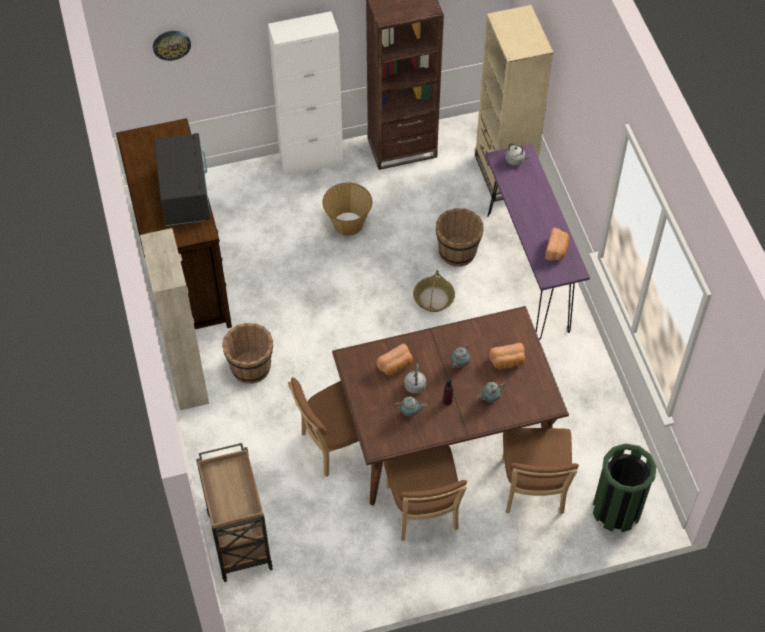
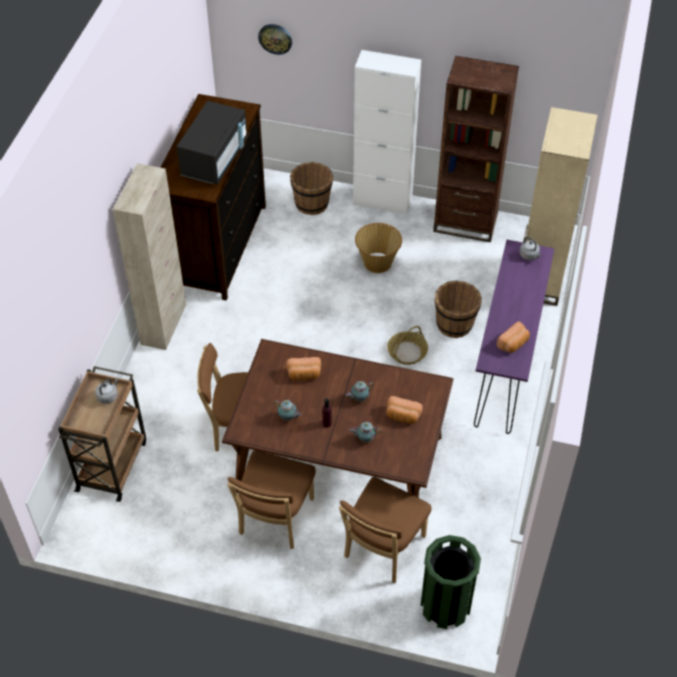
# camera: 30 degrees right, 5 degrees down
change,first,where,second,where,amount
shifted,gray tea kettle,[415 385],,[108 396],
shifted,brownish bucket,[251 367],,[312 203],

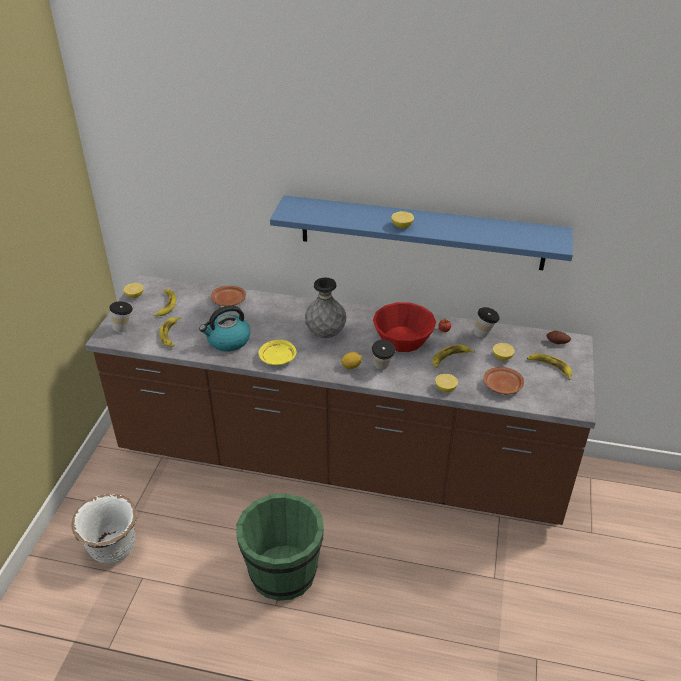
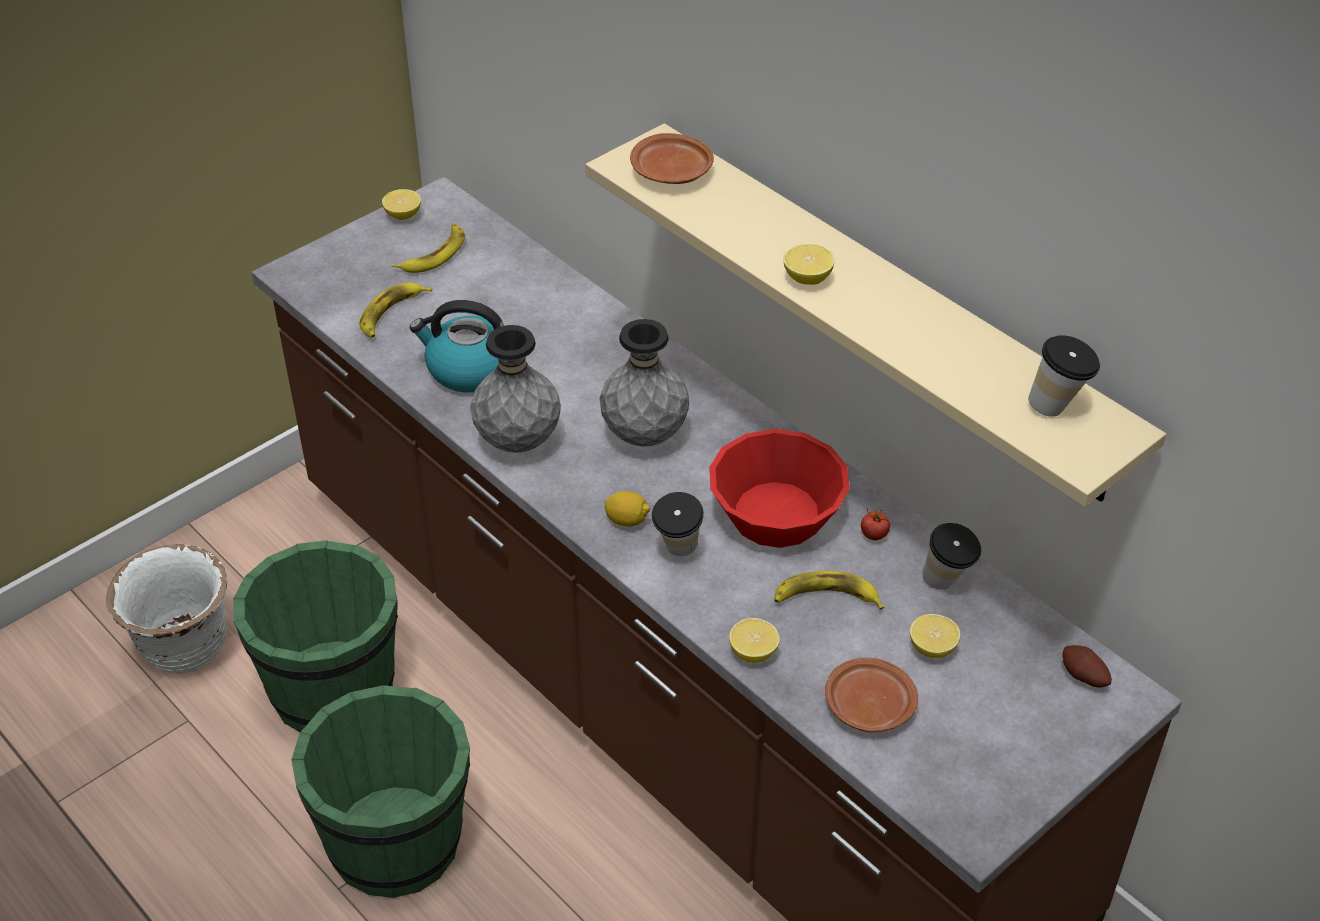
# camera: 35 degrees right, 5 degrees up
change,first,where,second,where,amount
new,,,greenish bucket,[333 688],
swapped,yellow-coloured plate,[277 358],gray vase,[517 442],
repainted,bluish wall shelf,[421 233],beige-coloured wall shelf,[885 308],
shifted,brownish plate,[229 301],,[672 172],
shifted,drinking cup,[124 328],,[1058 407],
gone,banana,[550 367],,,

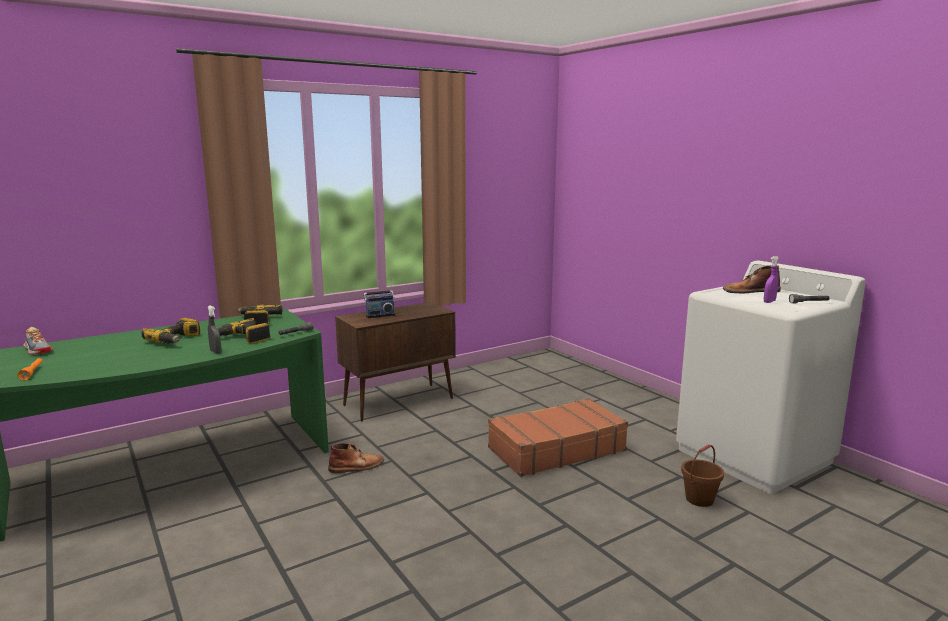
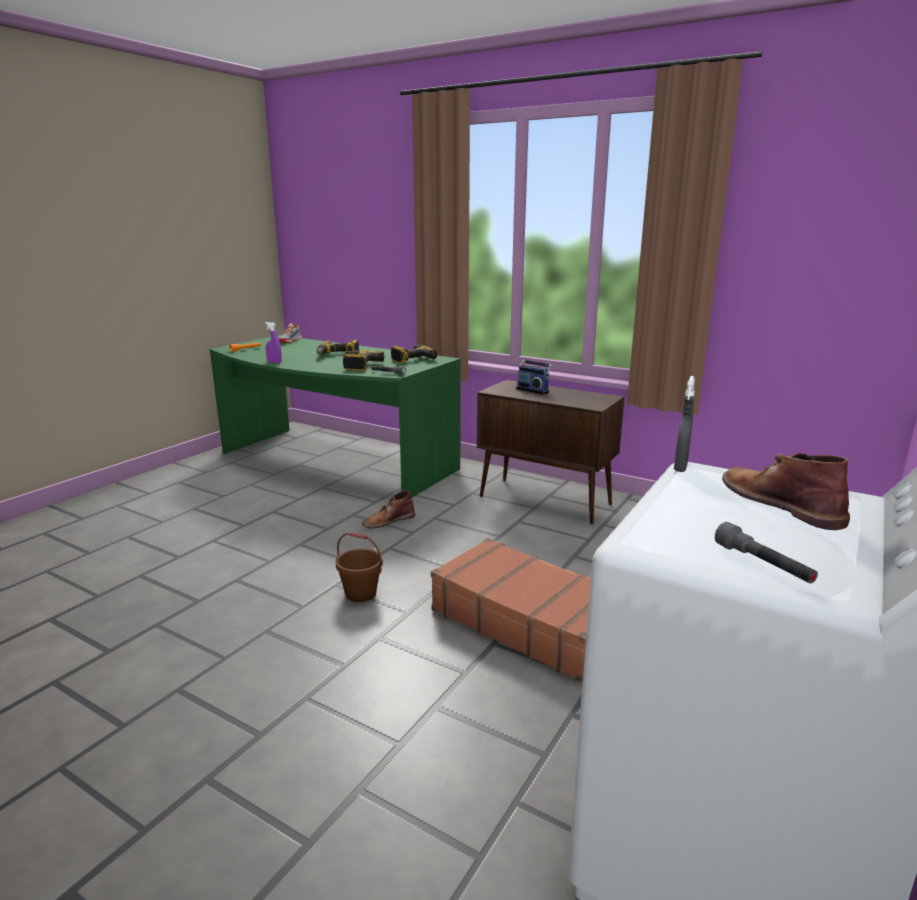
# camera: 65 degrees right, 5 degrees up
change,first,where,second,where,amount
shifted,purple hand sprayer,[769 302],,[274 362],
shifted,brownish bucket,[699 499],,[360 593],
rotated,brownish high-top boot,[357 466],,[388 520],105 degrees clockwise
shifted,gray hand sprayer,[215 352],,[680 467],

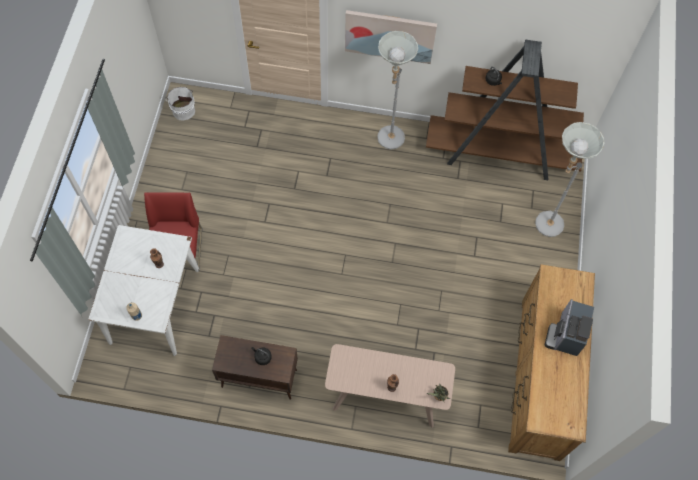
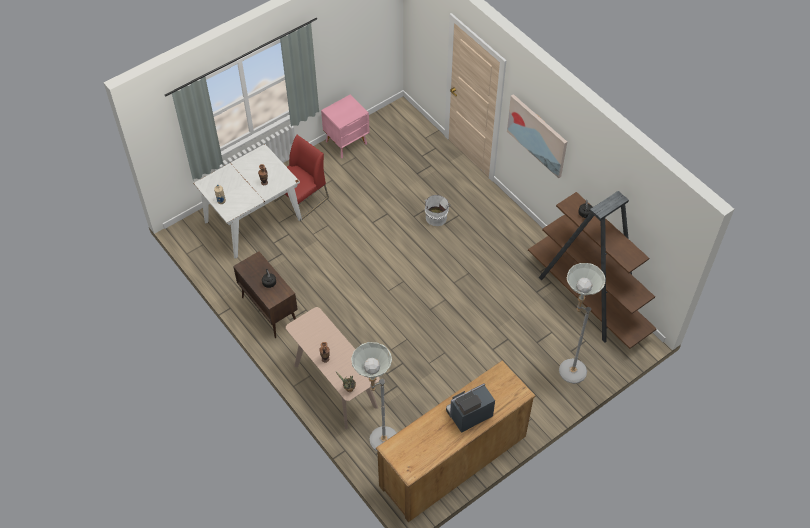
# camera: 45 degrees right, 10 degrees down
change,first,where,second,where,amount
new,,,pinkish night table,[347 143],
shifted,gray floor lamp,[388 142],,[377 442],
shifted,whitish bucket,[183 110],,[436 217],

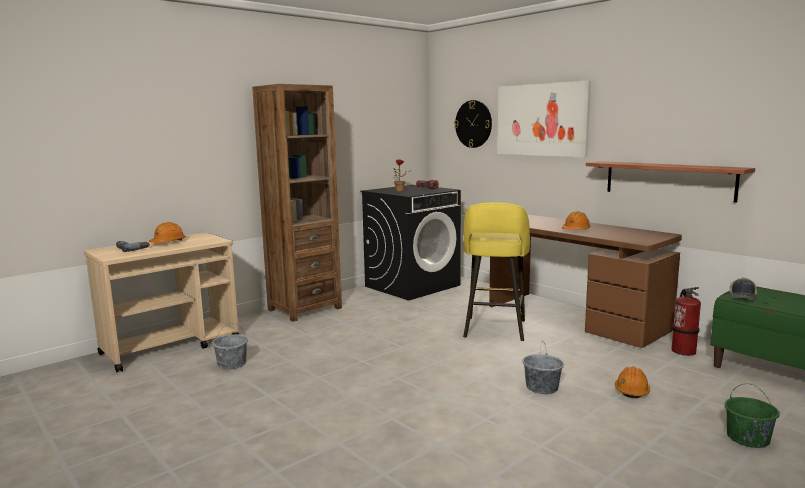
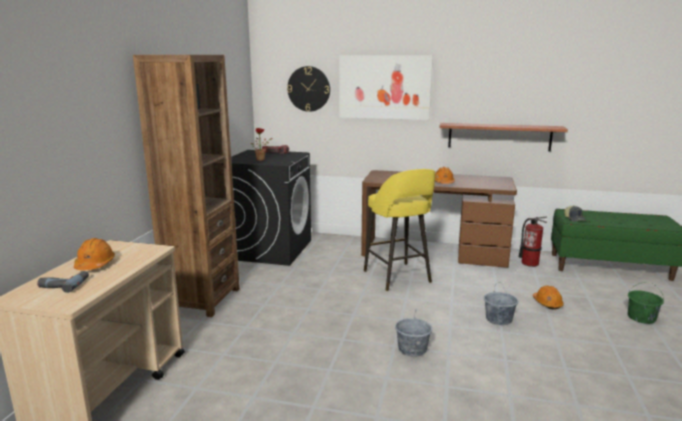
# camera: 35 degrees left, 5 degrees up
change,first,where,second,where,amount
shifted,gray bucket,[232 364],,[412 349],

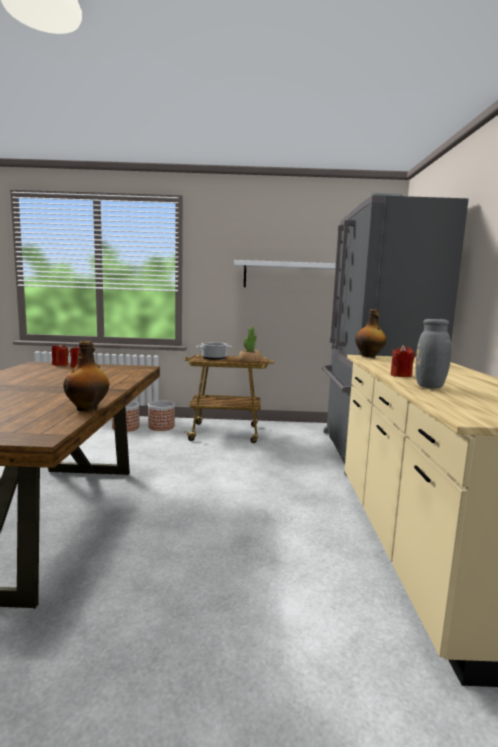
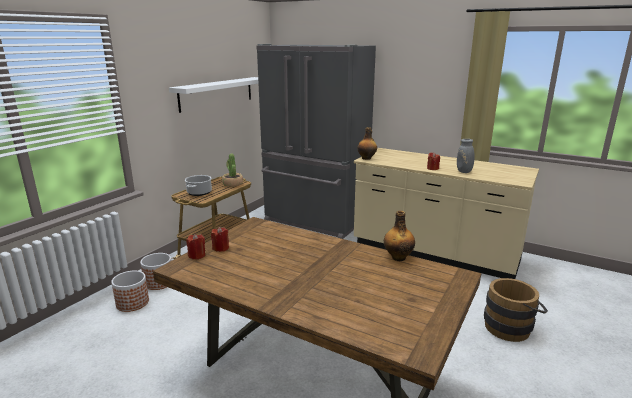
# camera: 60 degrees left, 10 degrees up
change,first,where,second,where,amount
new,,,brownish bucket,[511 327],

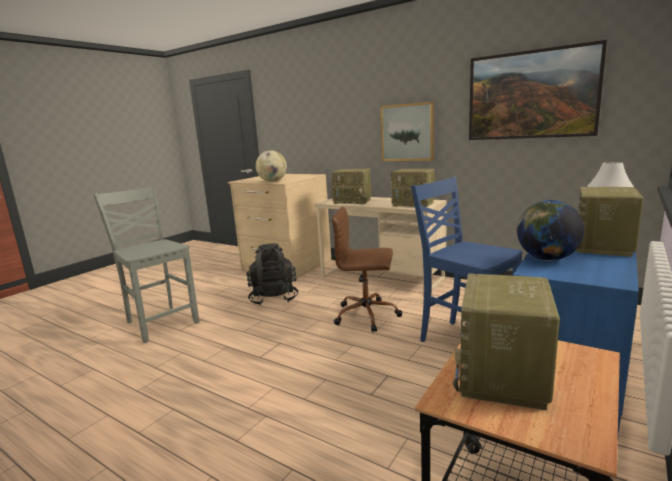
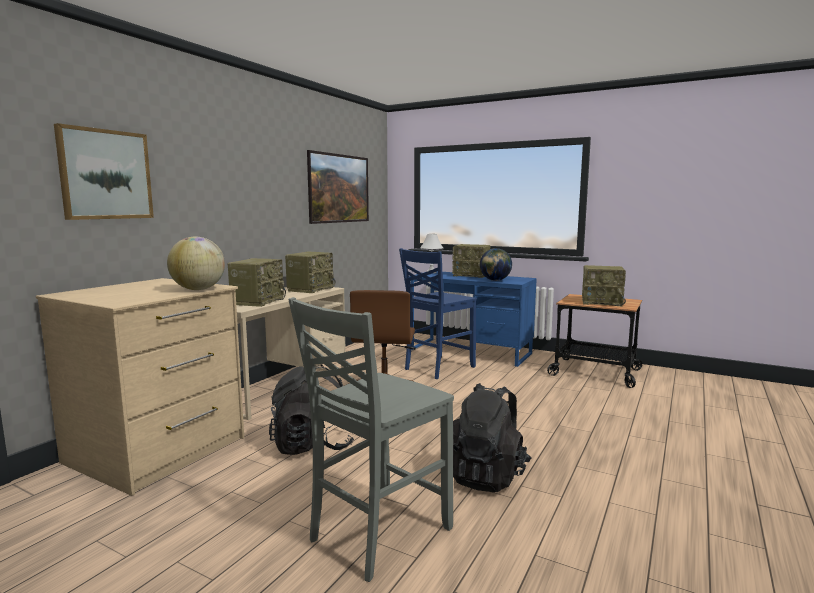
# camera: 95 degrees left, 5 degrees down
change,first,where,second,where,amount
shifted,picture,[407 132],,[105 174],
new,,,blackish knapsack,[486 475],

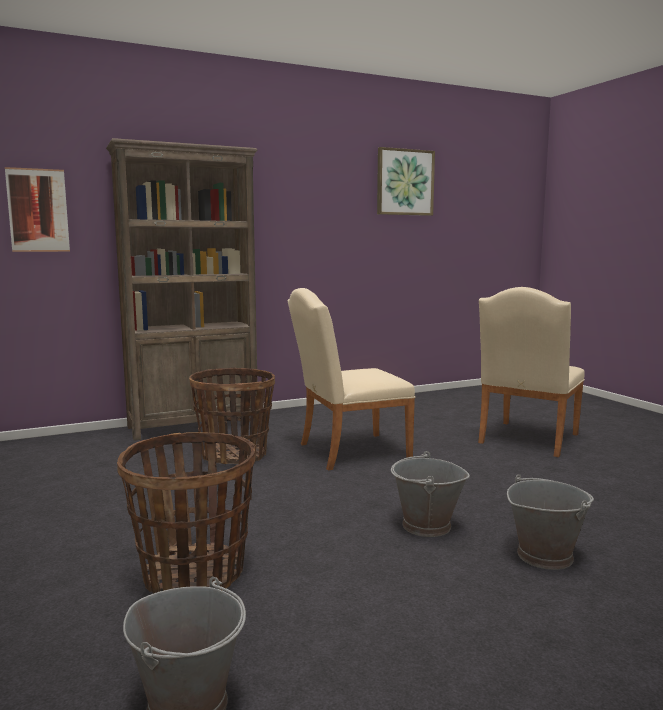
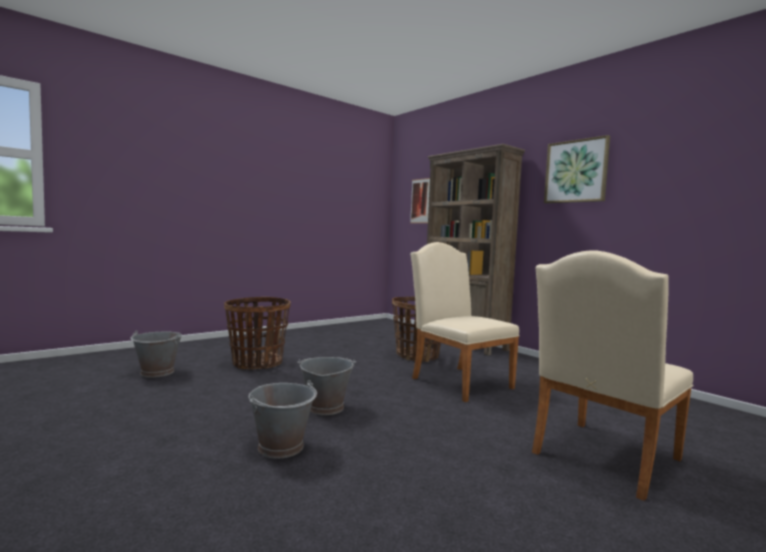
# camera: 75 degrees right, 5 degrees down
change,first,where,second,where,amount
rotated,beige-coloured plain chair,[526 440],,[601 459],60 degrees counterclockwise
shifted,picture,[404 182],,[576 171],

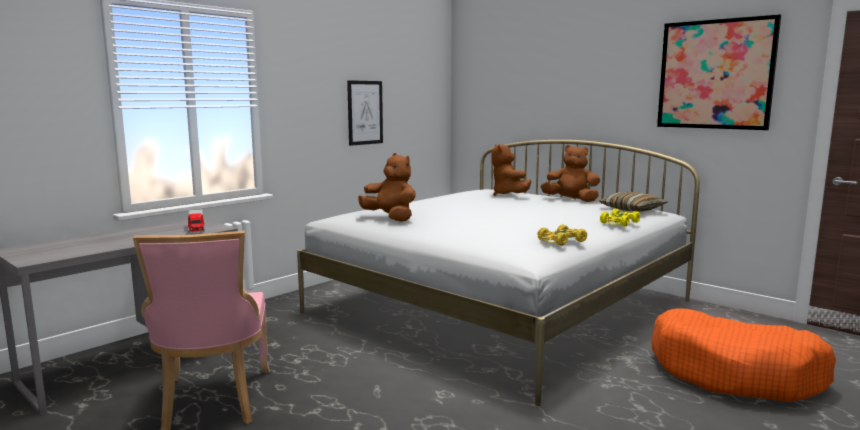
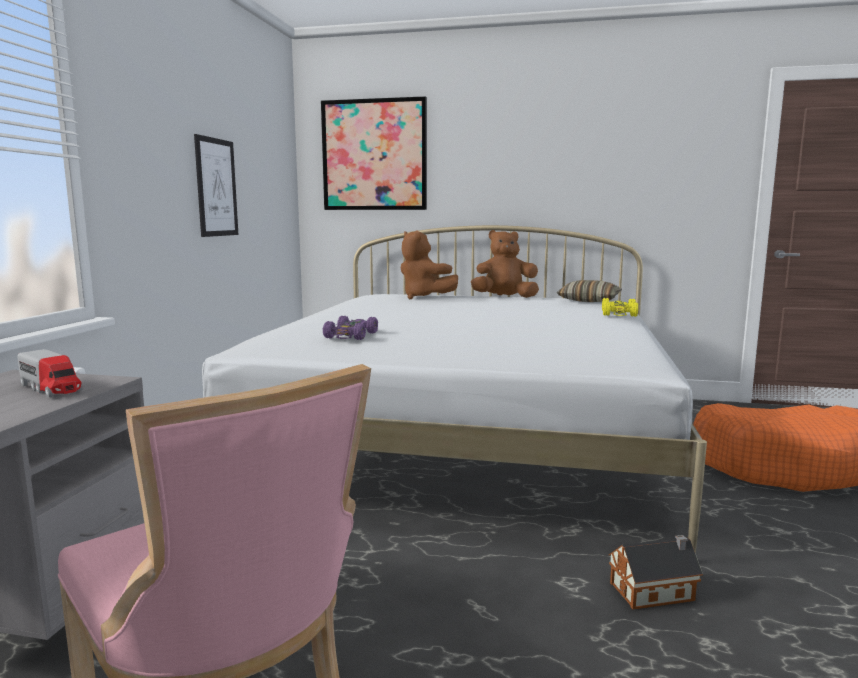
# camera: 30 degrees left, 0 degrees up
change,first,where,second,where,amount
shifted,picture,[715 74],,[374 155],
swapped,brownish plush toy,[390 218],purple toy car,[351 336],
new,,,miniature house,[655 591],
gone,yellow-coloured toy car,[561 241],,,

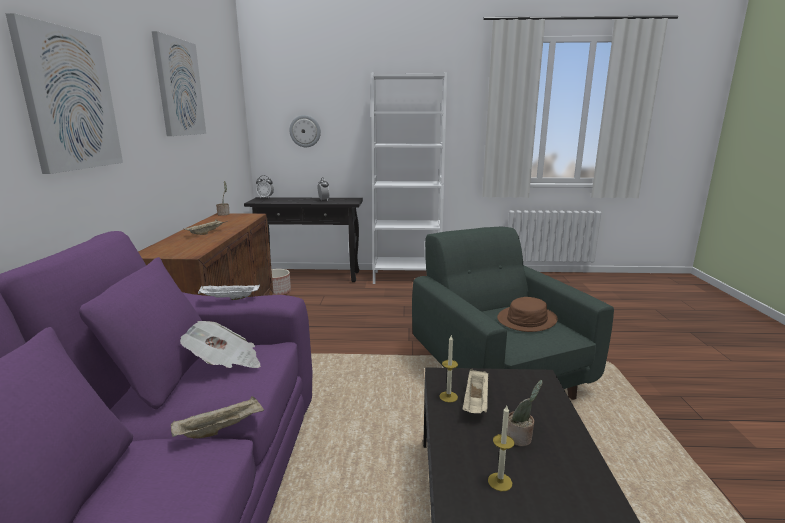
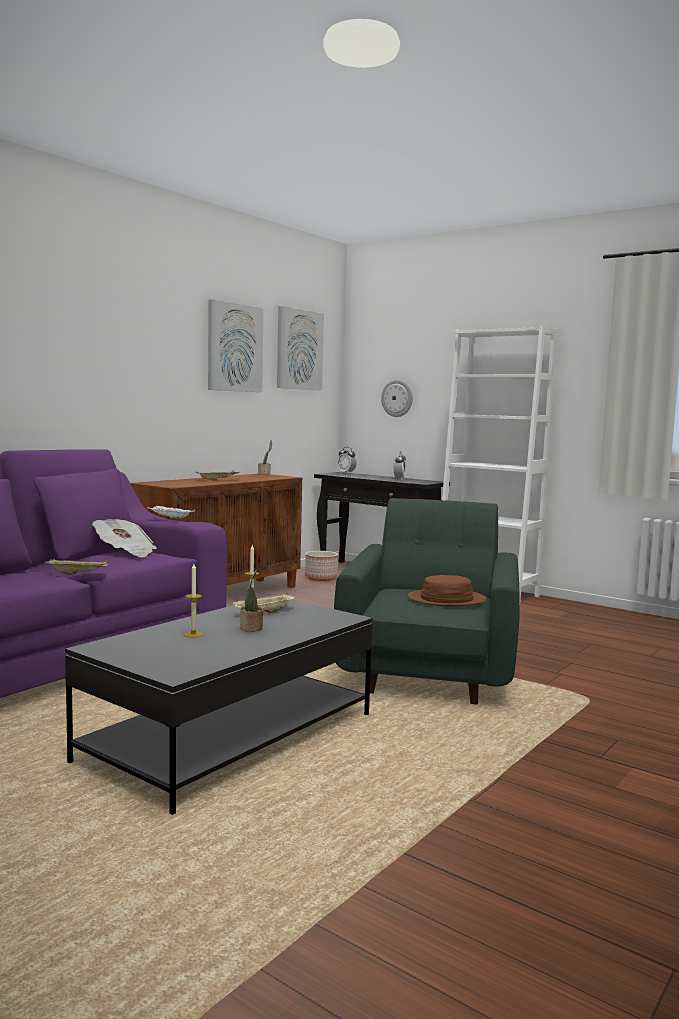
# camera: 35 degrees right, 10 degrees down
change,first,where,second,where,amount
shifted,picture,[69 100],,[299 349],

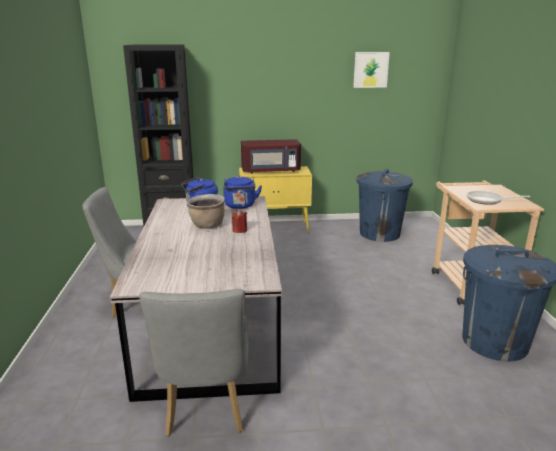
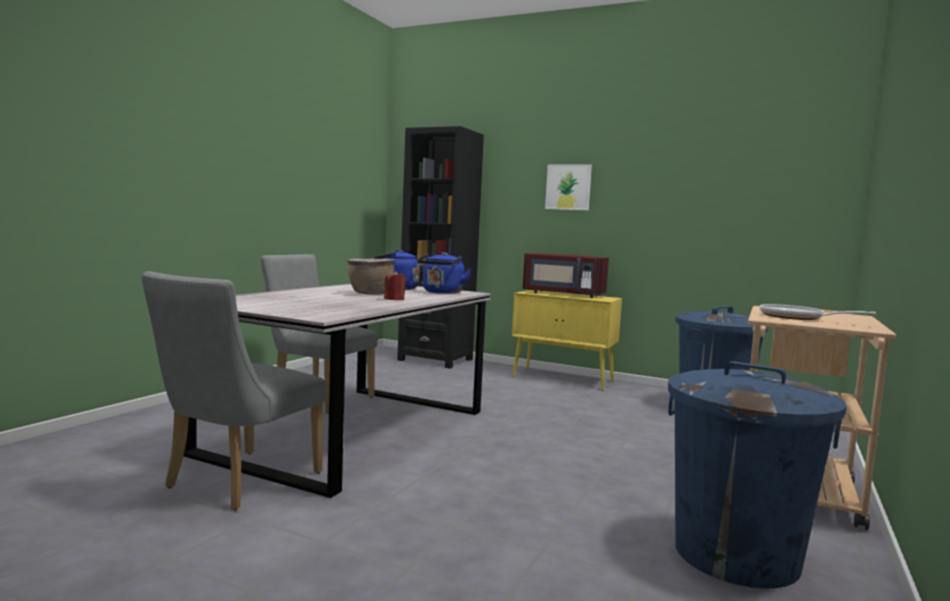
# camera: 30 degrees right, 15 degrees down
change,first,where,second,where,amount
shifted,picture,[370 69],,[568 187],

